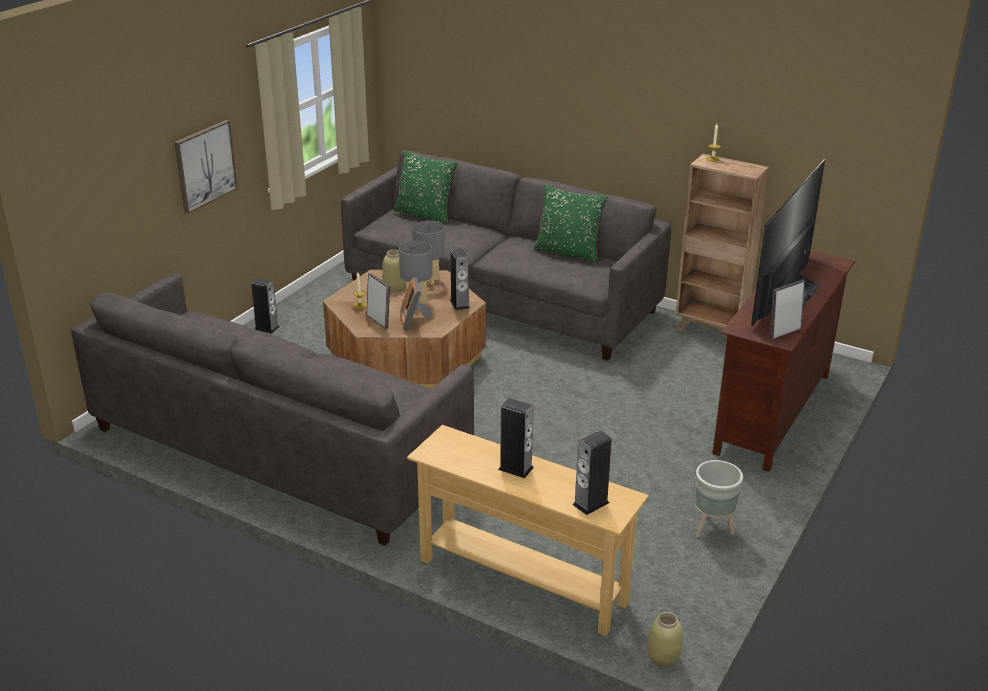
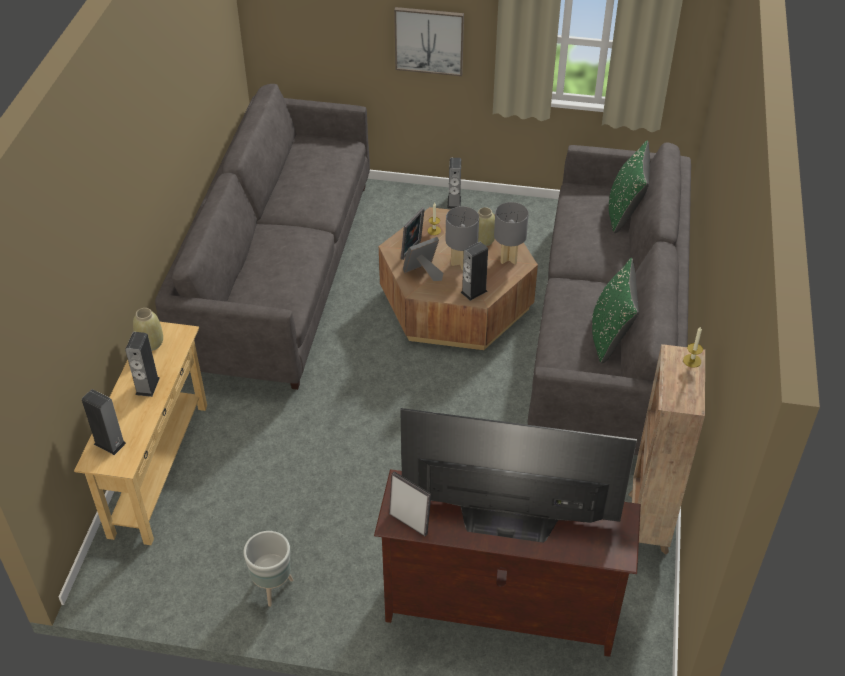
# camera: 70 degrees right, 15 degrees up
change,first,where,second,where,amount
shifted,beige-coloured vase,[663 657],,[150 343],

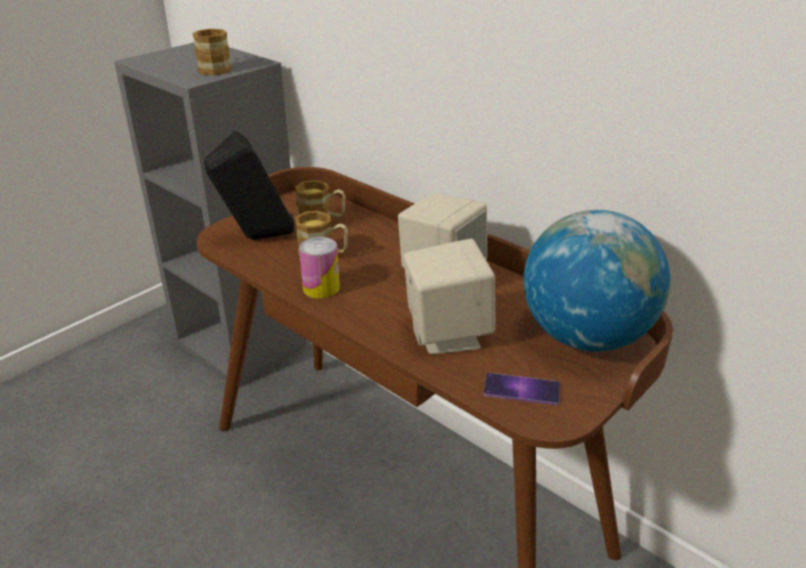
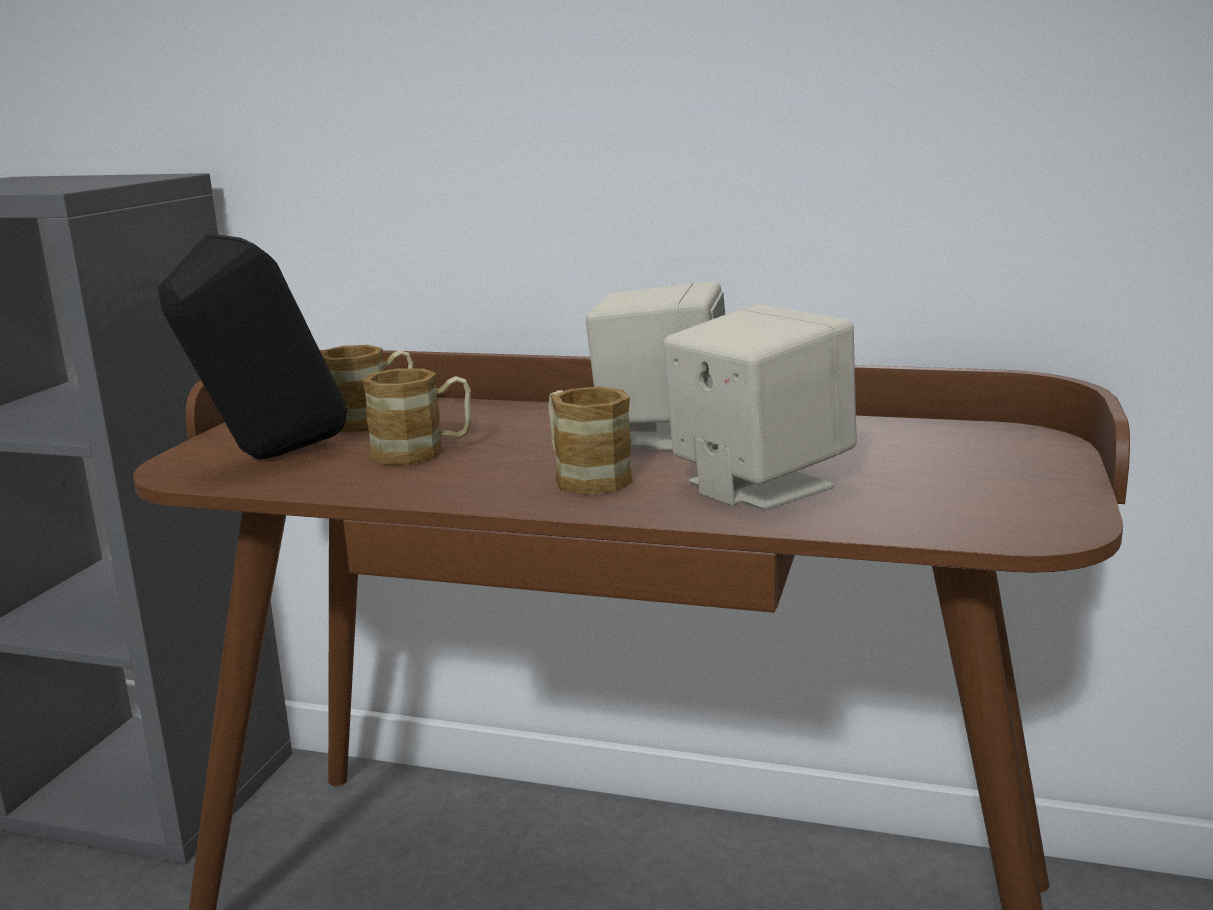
# camera: 25 degrees left, 15 degrees down
change,first,where,second,where,amount
shifted,coffee mug,[215 68],,[584 476],
gone,metal can,[321 288],,,
gone,telephone,[521 389],,,
gone,globe,[585 336],,,

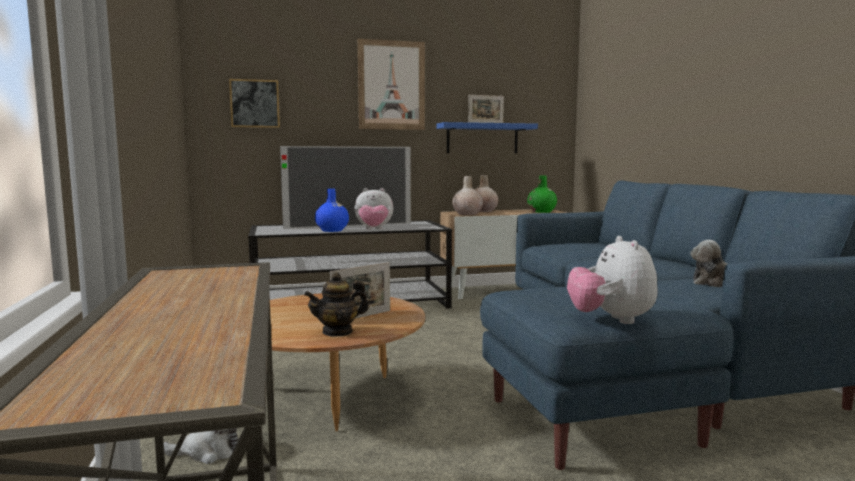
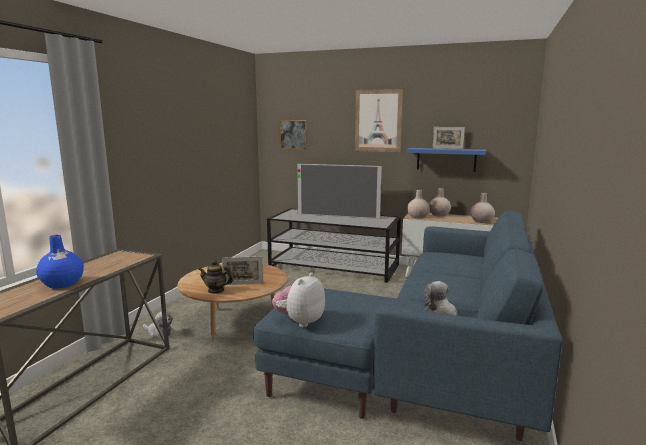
# camera: 35 degrees right, 5 degrees up
change,first,where,second,where,amount
shifted,bluish vase,[332 230],,[62 284],
repainted,greenish vase,[541 212],beige-coloured vase,[481 221],
gone,plush toy,[374 229],,,

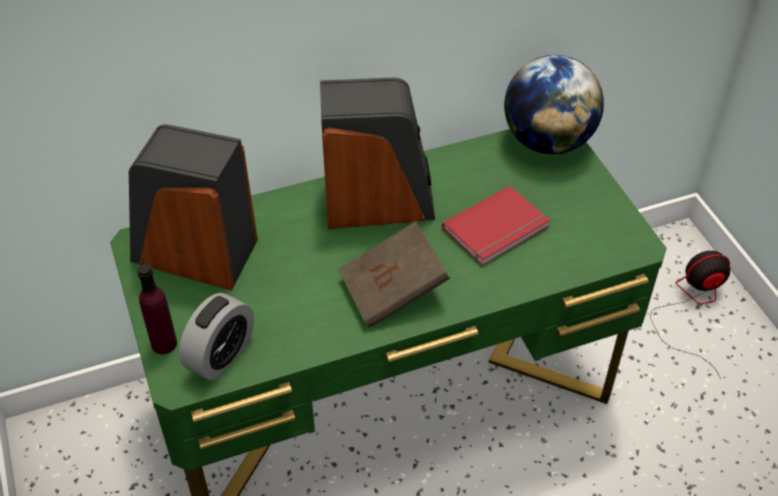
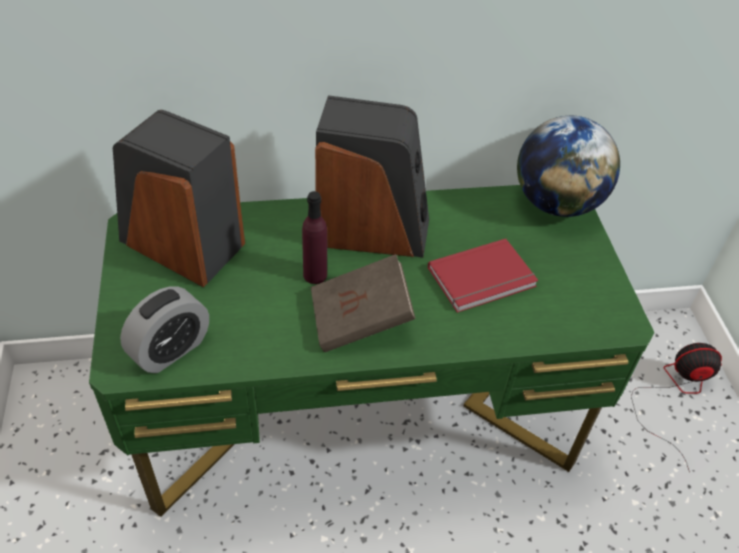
# camera: 10 degrees right, 0 degrees up
change,first,where,second,where,amount
shifted,purple drink bottle,[164 343],,[315 275],

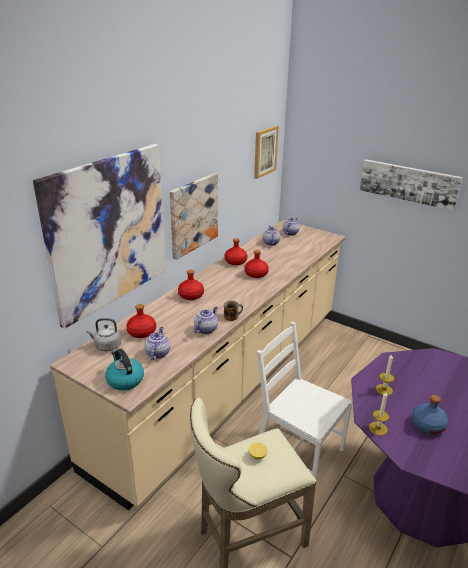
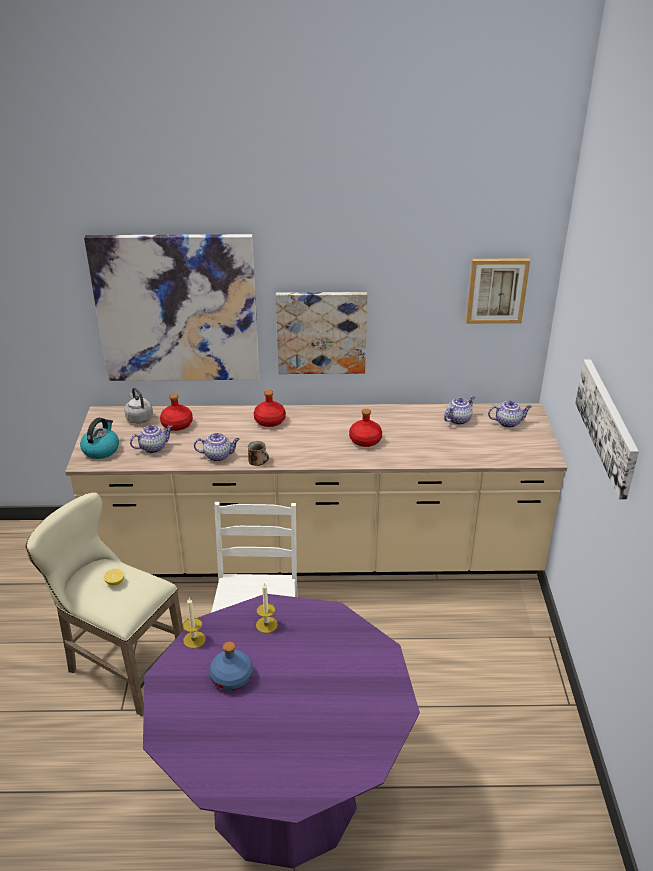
# camera: 55 degrees right, 5 degrees up
change,first,where,second,where,amount
gone,red drink bottle,[235 261],,,

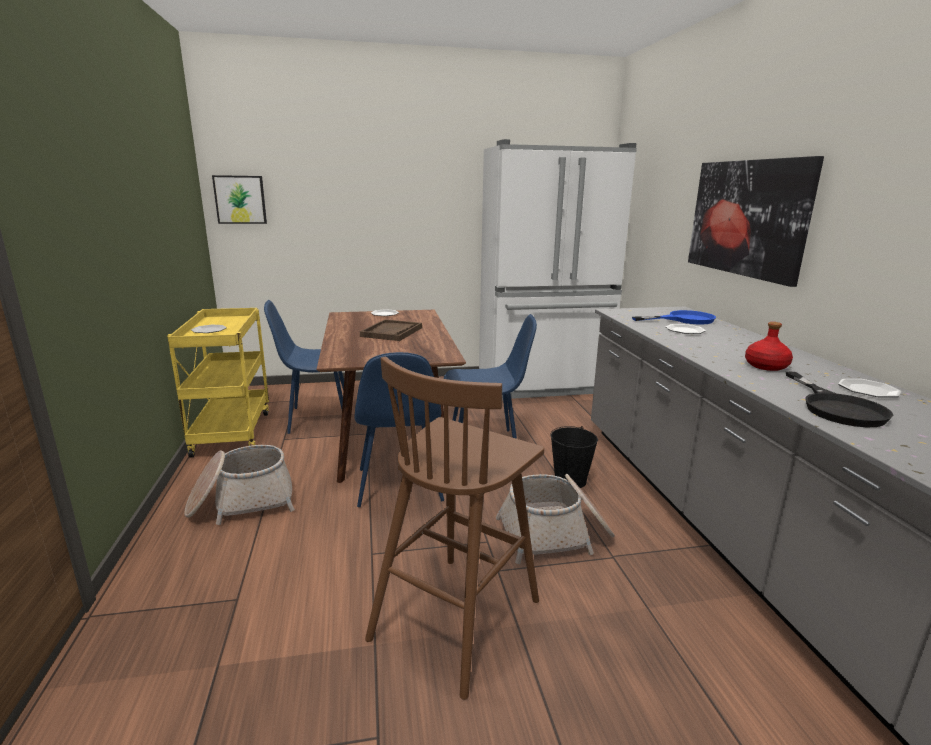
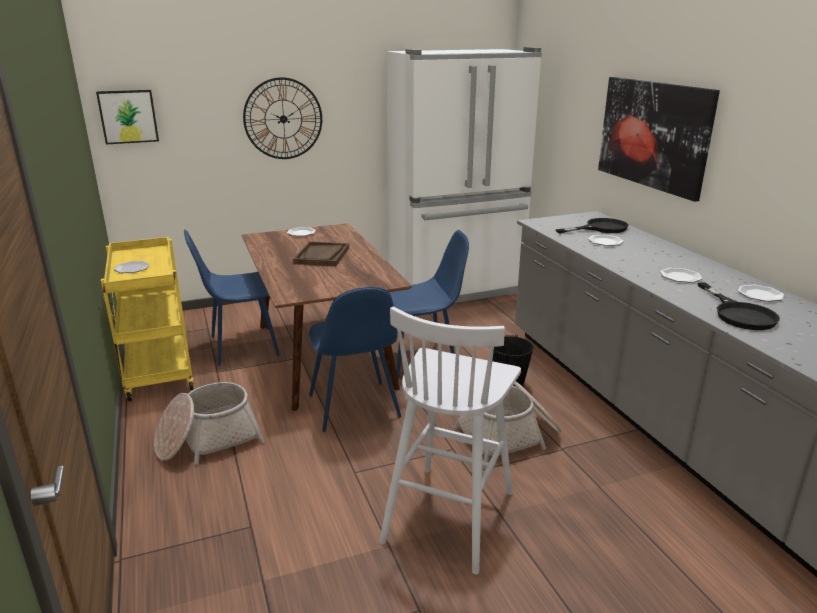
# camera: 10 degrees left, 5 degrees up
change,first,where,second,where,amount
new,,,hanging clock,[283 119],
repainted,brownish stool,[458 617],whitish stool,[449 514],
repainted,bluish skillet,[683 320],blackish skillet,[600 228],
swapped,red drink bottle,[766 366],plate,[680 277],

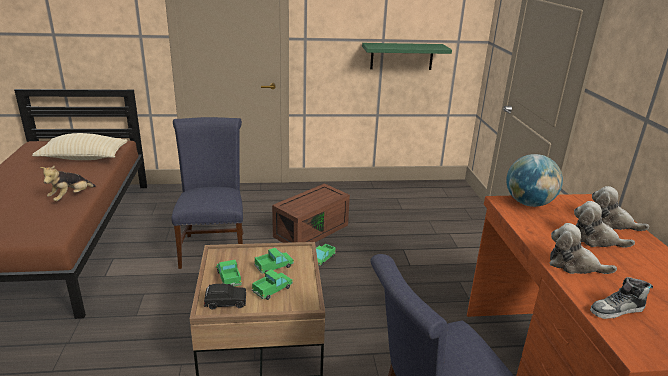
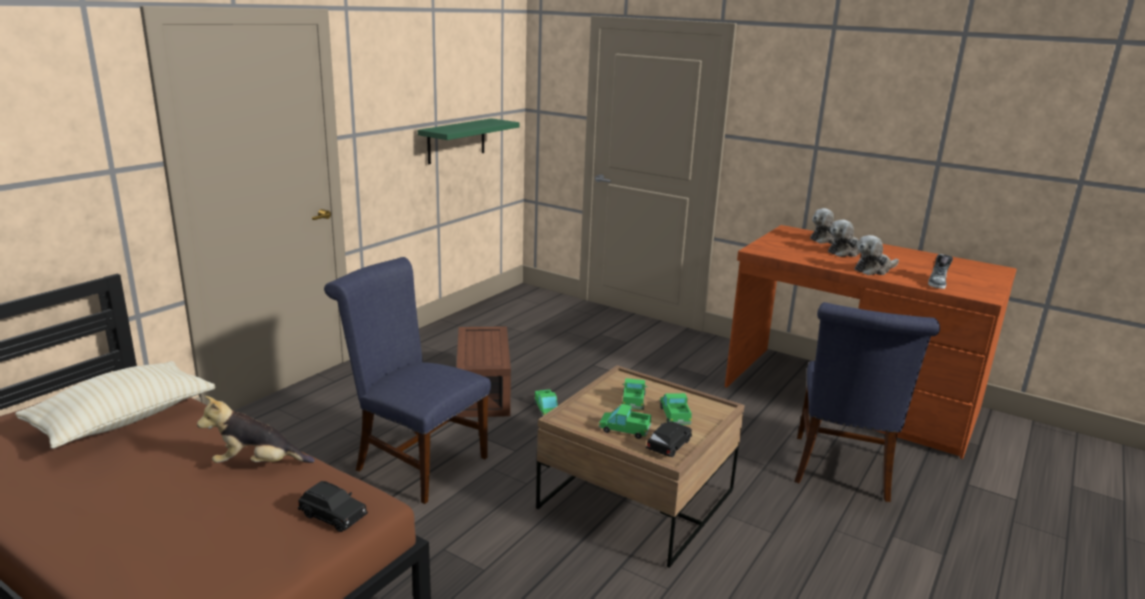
# camera: 50 degrees left, 5 degrees down
change,first,where,second,where,amount
rotated,plush toy,[71 197],,[257 464],105 degrees clockwise
new,,,blackish toy car,[333 516],
gone,globe,[528 203],,,

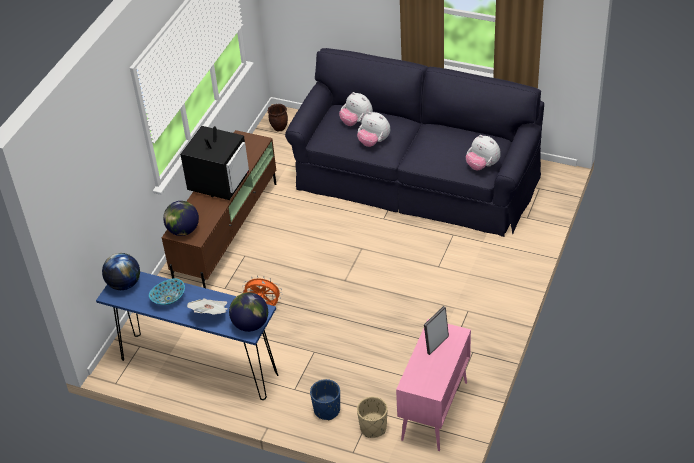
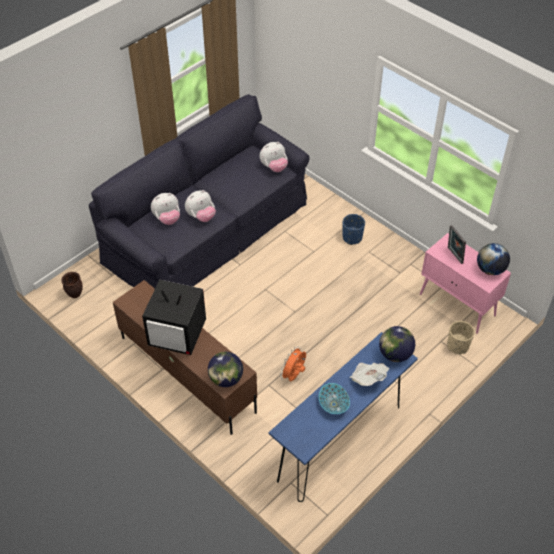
# camera: 70 degrees left, 5 degrees up
change,first,where,second,where,amount
rotated,TV set,[219 182],,[178 334],150 degrees clockwise
shifted,bluish planter,[327 410],,[352 238],
shifted,globe,[124 284],,[490 270],

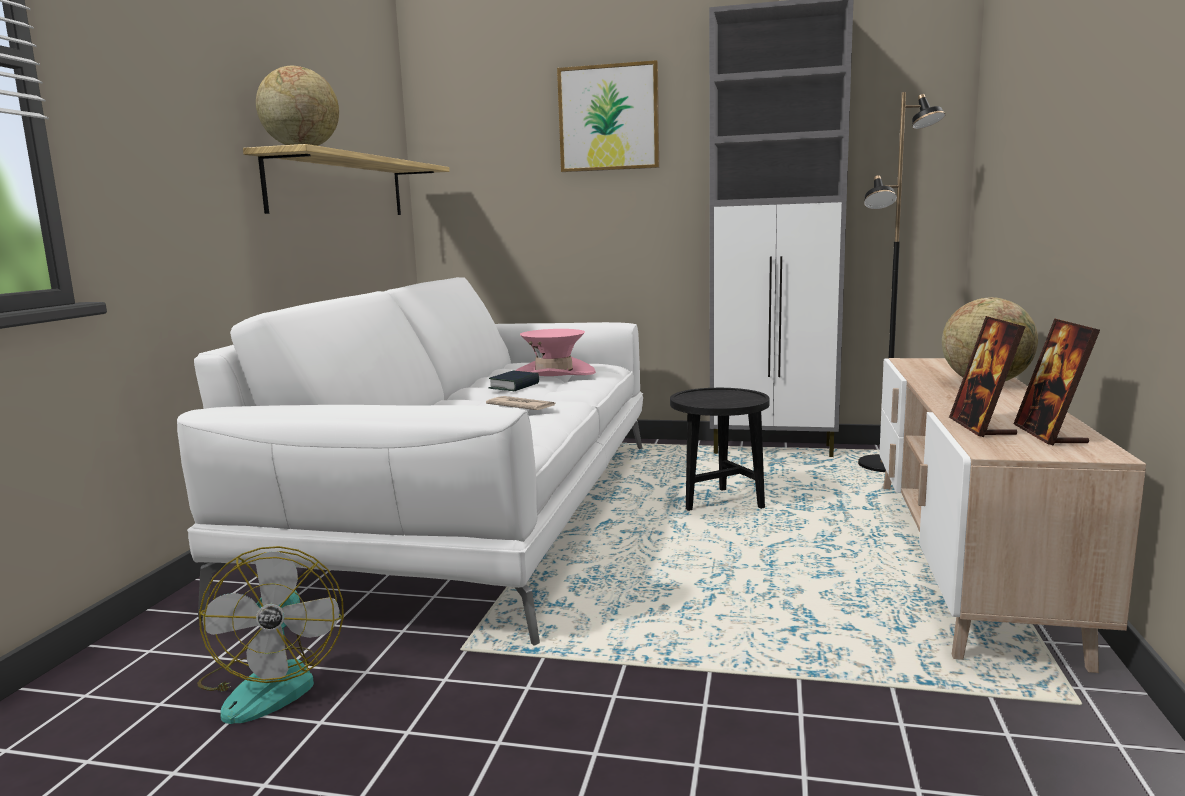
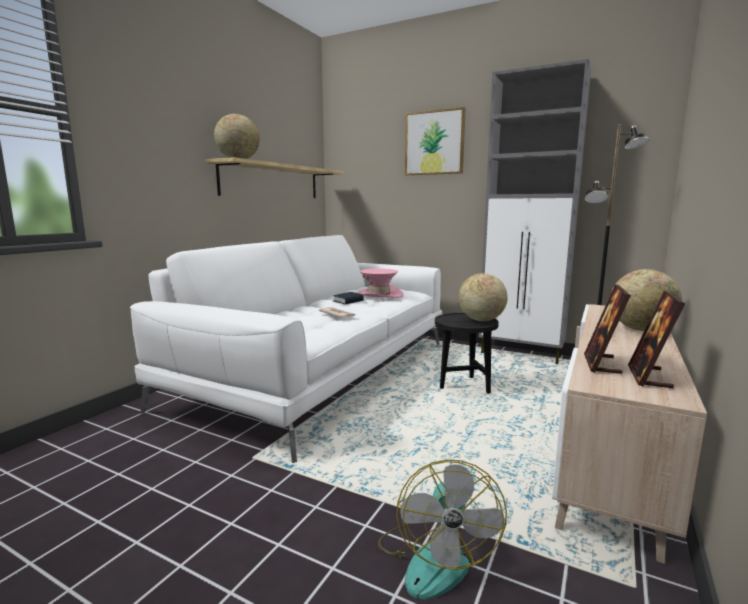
# camera: 15 degrees right, 0 degrees up
change,first,where,second,where,amount
shifted,cooling fan,[272 683],,[434 557],
new,,,globe,[481 320],

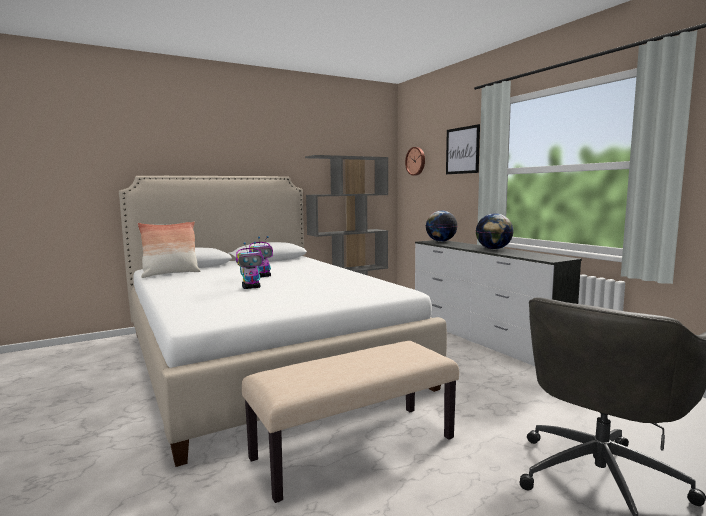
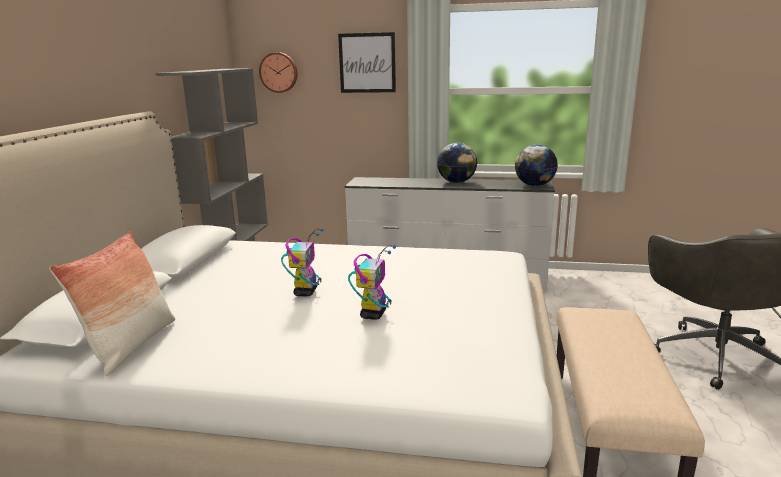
# camera: 50 degrees left, 10 degrees up
change,first,where,second,where,amount
shifted,globe,[441 241],,[534 185],

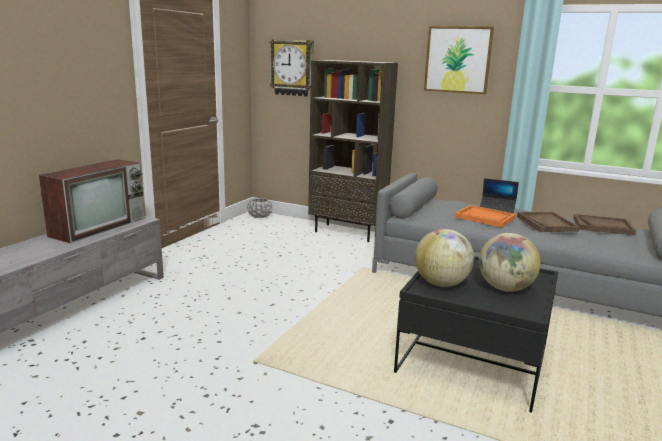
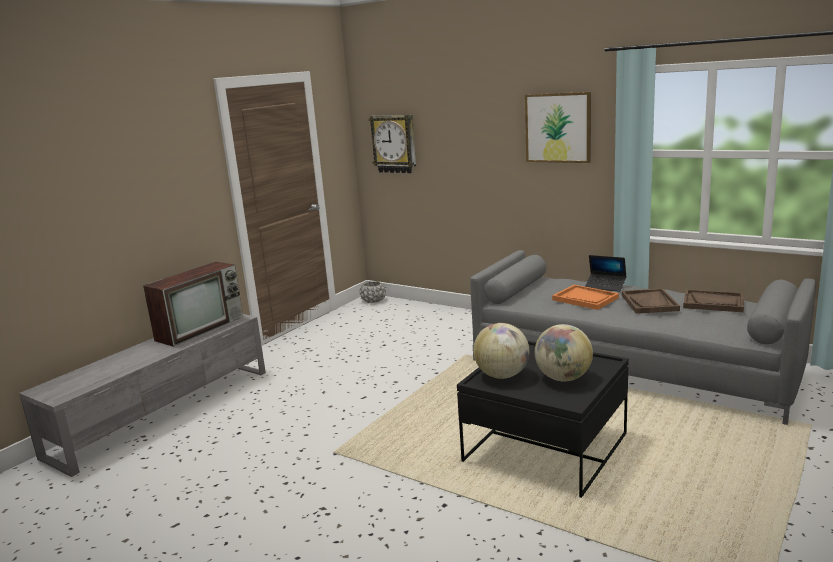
# camera: 10 degrees right, 0 degrees up
change,first,where,second,where,amount
gone,brownish bookshelf,[348 232],,,

